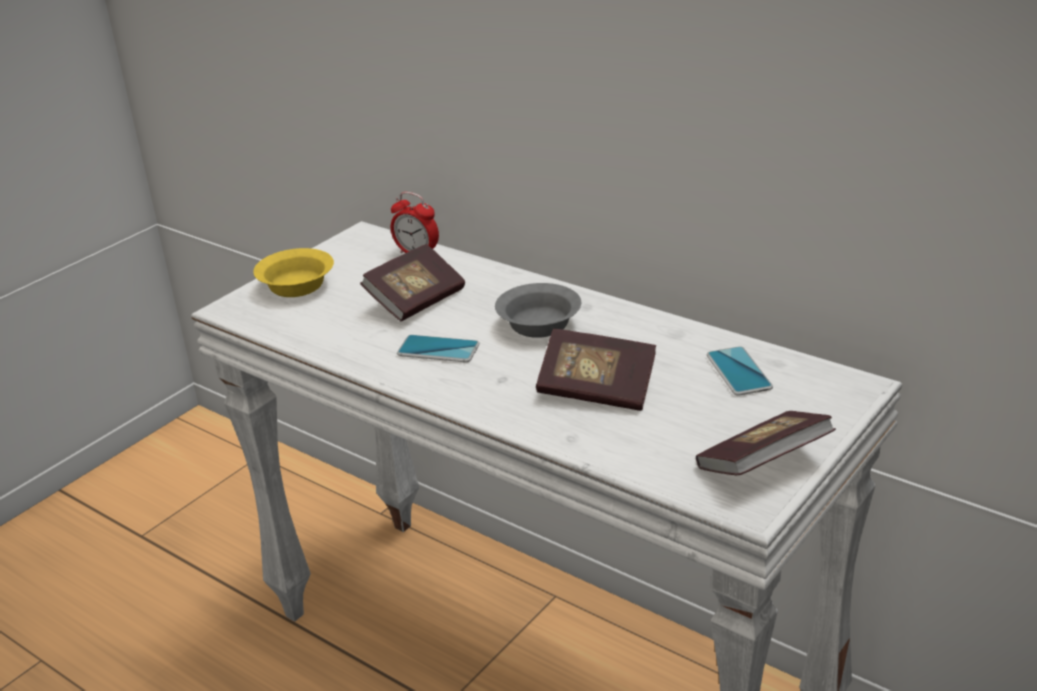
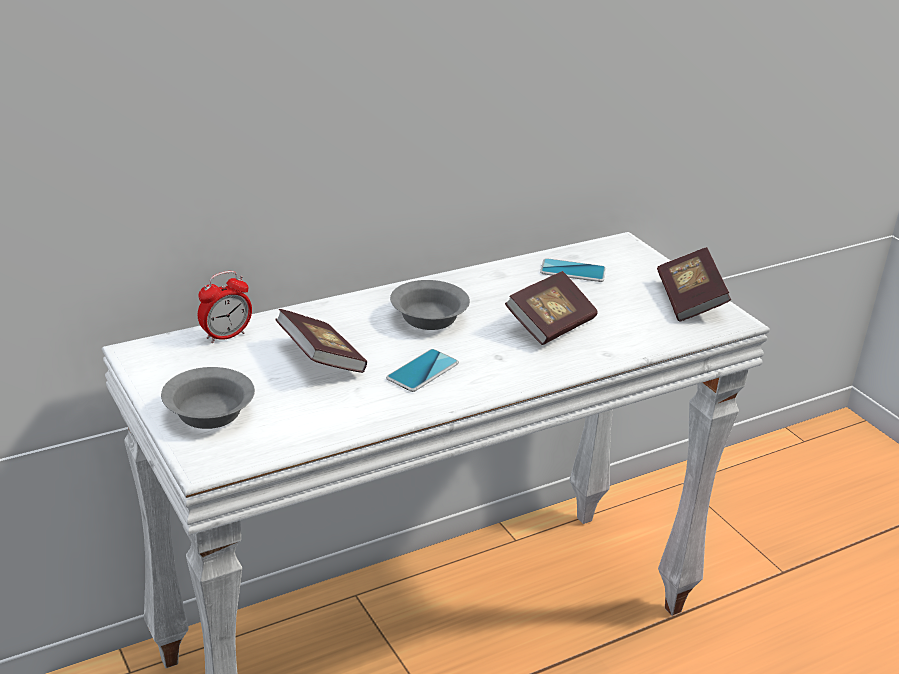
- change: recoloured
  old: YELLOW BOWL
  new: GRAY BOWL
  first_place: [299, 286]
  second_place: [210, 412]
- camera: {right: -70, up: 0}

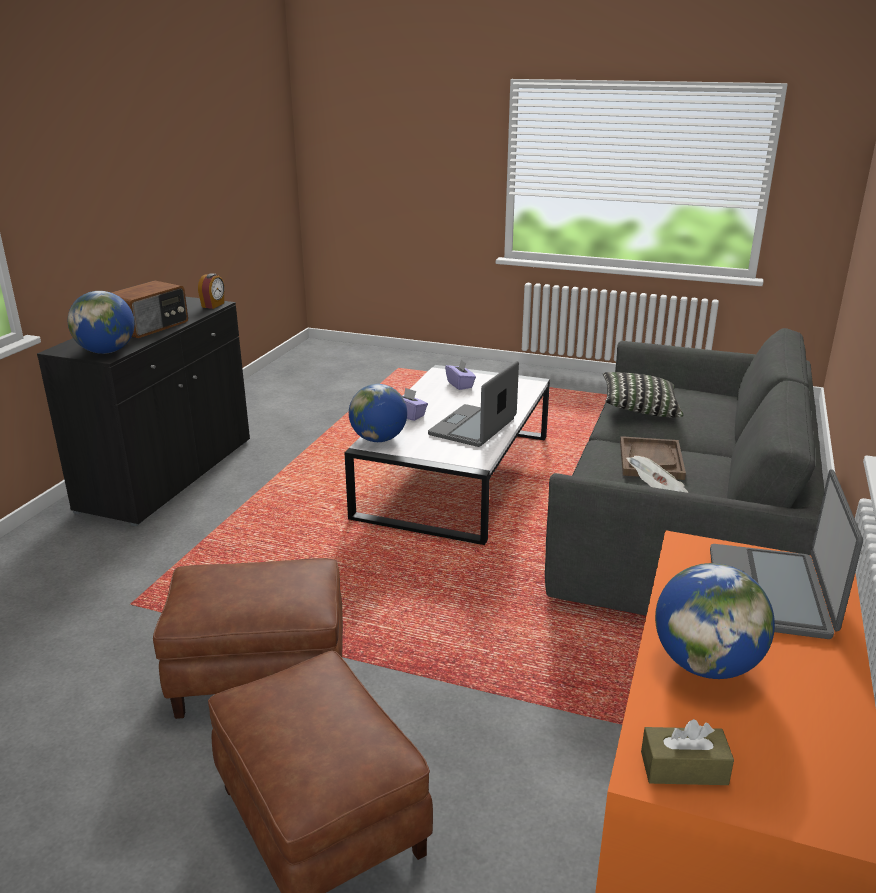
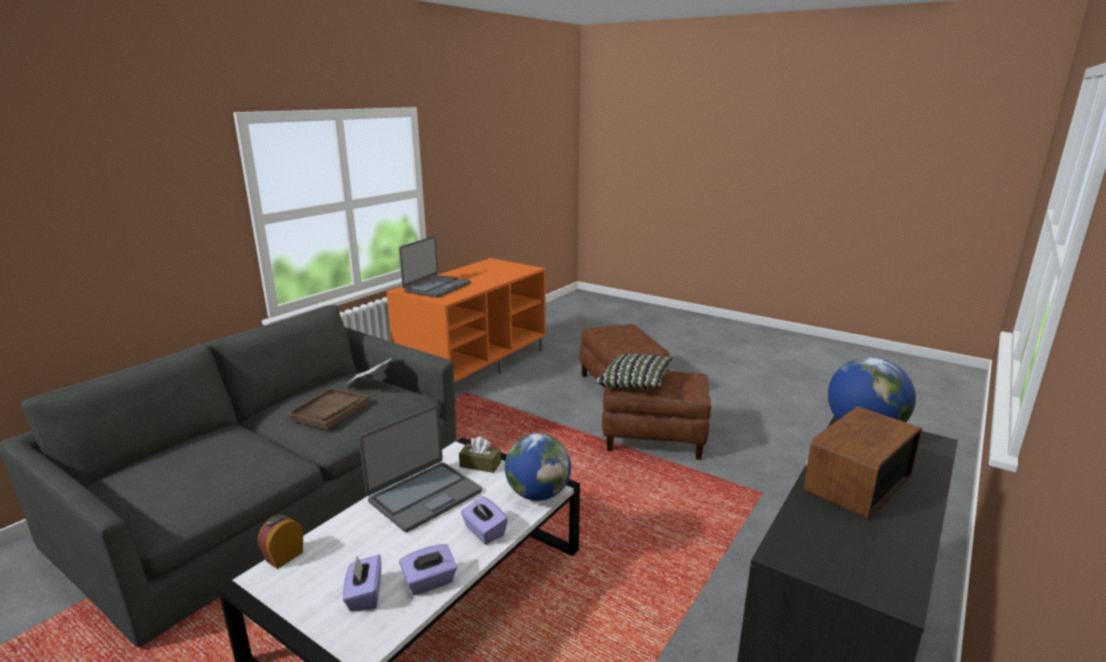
- change: moved
  old: BEDSIDE CLOCK
  first_place: [213, 305]
  second_place: [284, 556]
- change: added
  new: PURPLE-COLOURED TISSUE BOX
  second_place: [429, 582]
- change: moved
  old: BROWNISH TISSUE BOX
  first_place: [684, 768]
  second_place: [480, 464]
- change: moved
  old: CUSHION
  first_place: [639, 409]
  second_place: [635, 383]
- change: removed
  old: WORLD GLOBE
  first_place: [705, 664]
- camera: {right: -165, up: -5}

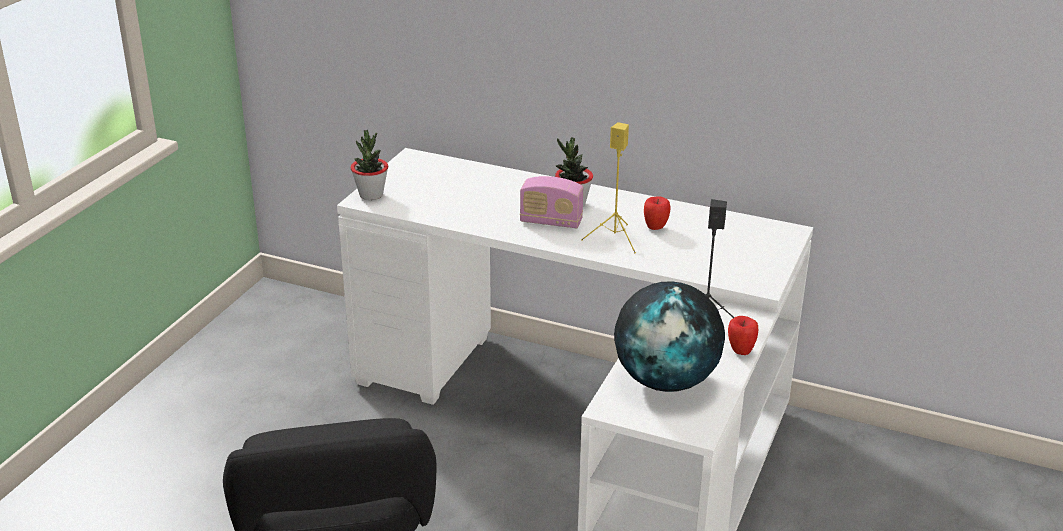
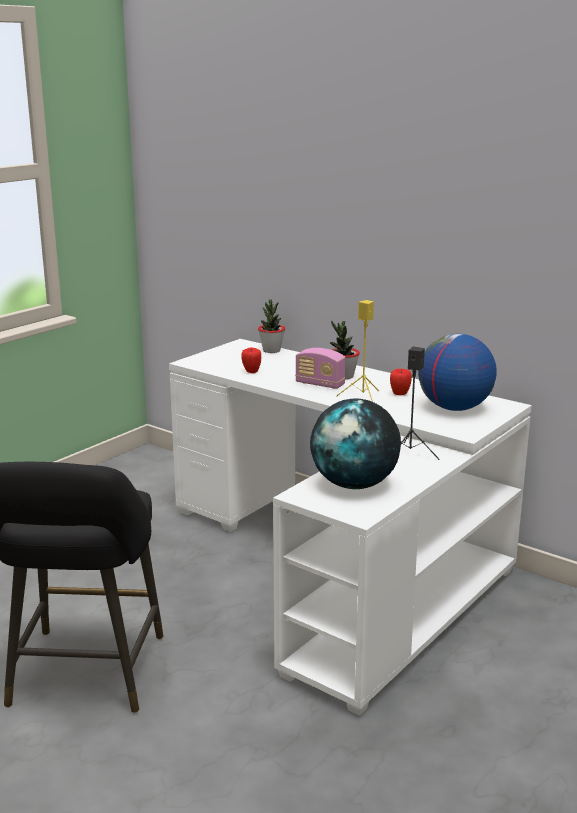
- change: moved
  old: WHOLE APPLE
  first_place: [740, 351]
  second_place: [251, 372]
- change: moved
  old: POTTED PLANT
  first_place: [371, 195]
  second_place: [271, 350]
- change: added
  new: WORLD GLOBE
  second_place: [454, 408]
- camera: {right: 15, up: -10}

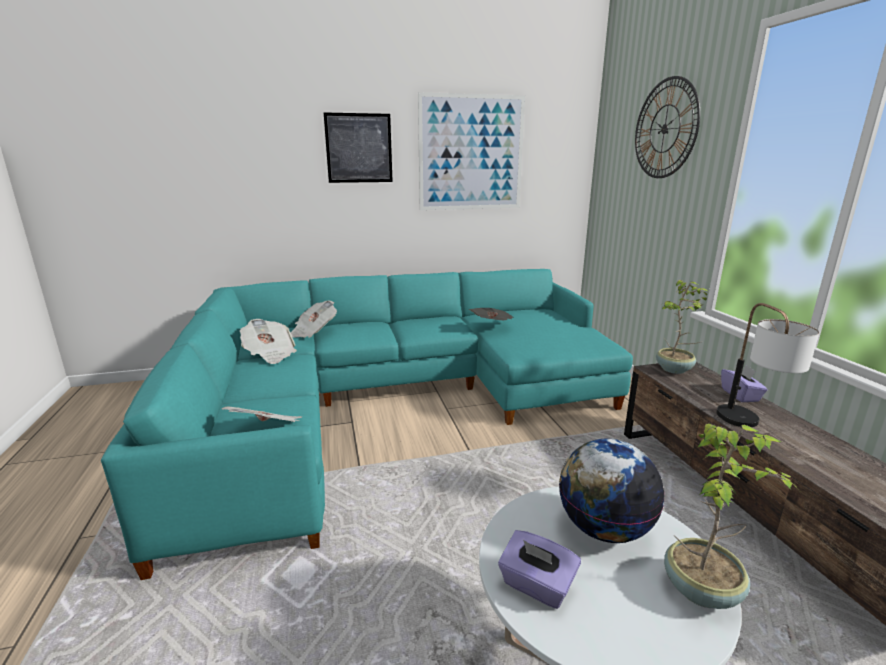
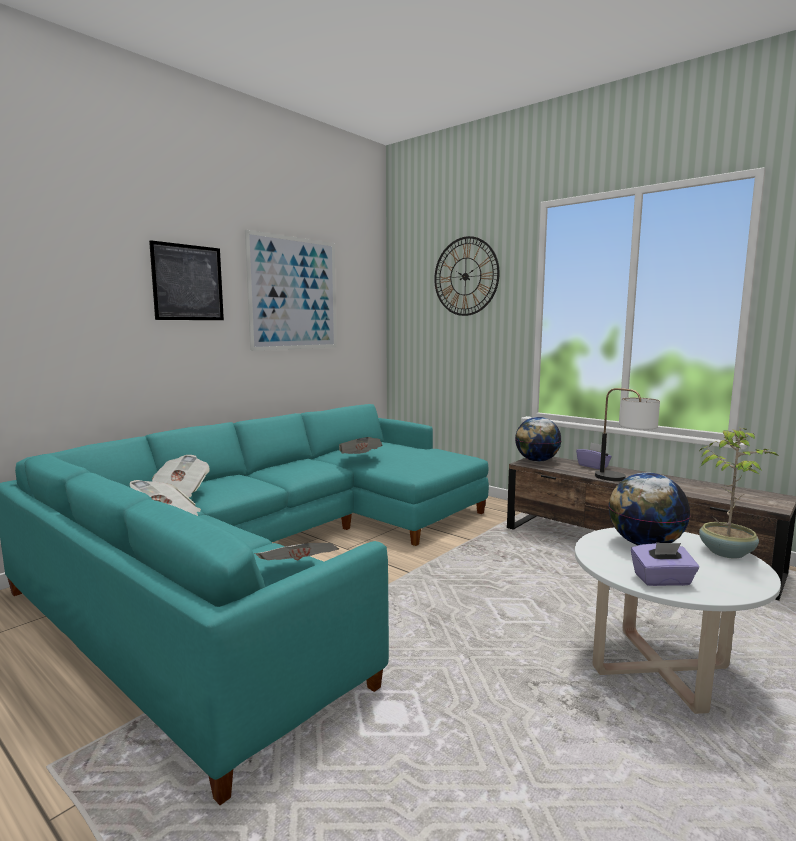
- change: replaced
  old: POTTED PLANT
  new: WORLD GLOBE
  first_place: [674, 369]
  second_place: [536, 461]
- camera: {right: -35, up: -10}

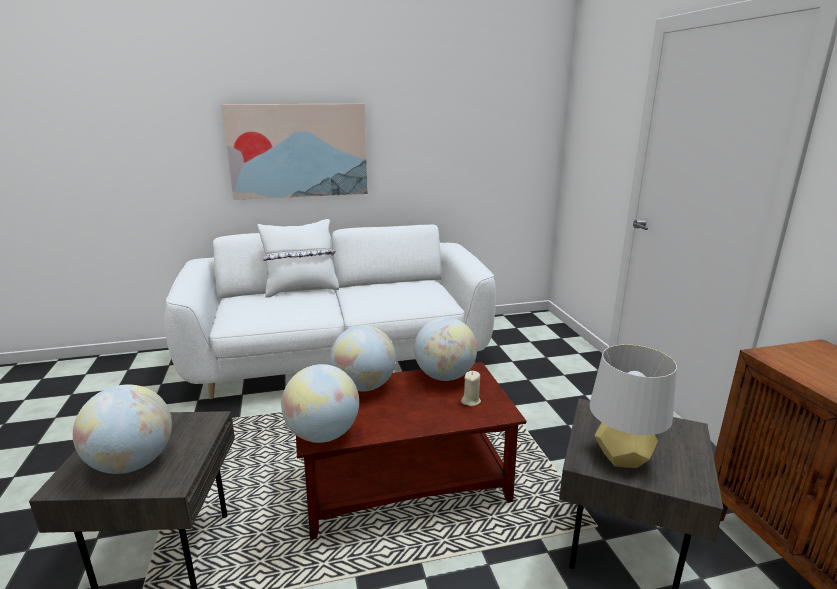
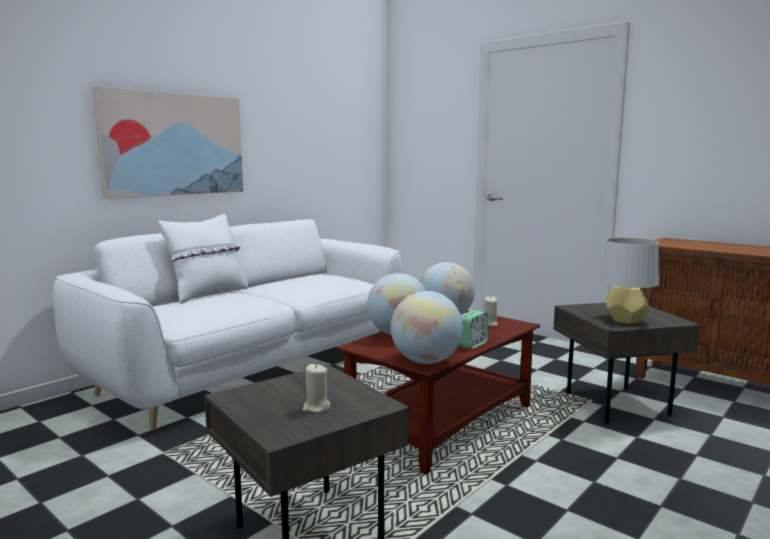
- change: replaced
  old: WORLD GLOBE
  new: BEIGE-COLOURED CANDLE
  first_place: [132, 463]
  second_place: [316, 407]
- change: added
  new: BEDSIDE CLOCK
  second_place: [472, 344]
- camera: {right: -35, up: -10}

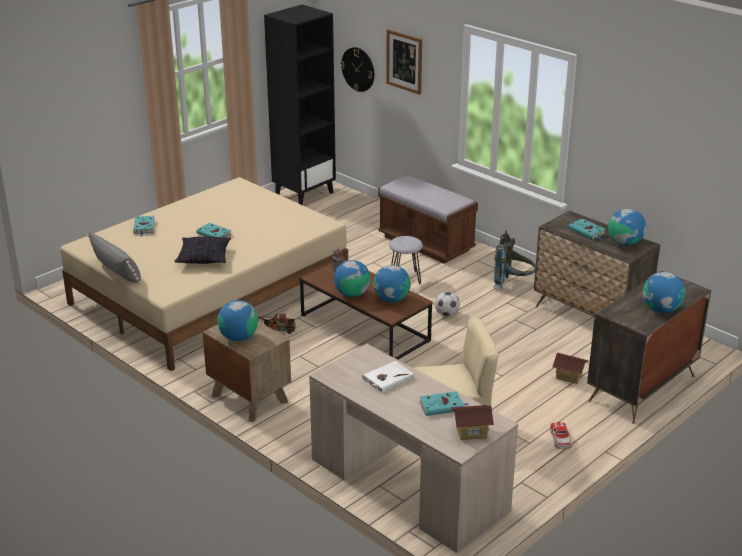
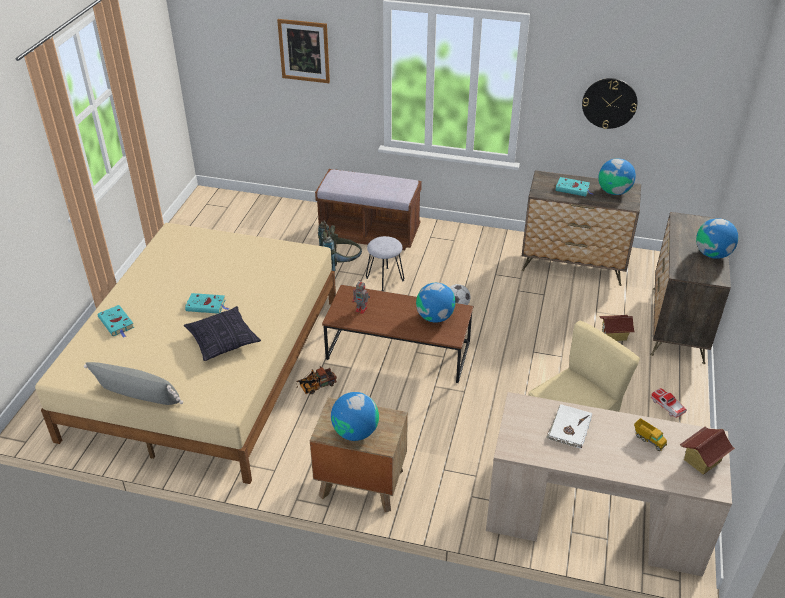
- change: moved
  old: GRAY RUCKSACK
  first_place: [513, 284]
  second_place: [340, 268]
- change: moved
  old: HANGING CLOCK
  first_place: [358, 69]
  second_place: [609, 103]
- change: replaced
  old: TURQUOISE-COLOURED BOUND BOOK
  new: TOY TRUCK
  first_place: [442, 406]
  second_place: [648, 440]
- change: removed
  old: BLACKISH BOOKCASE
  first_place: [304, 194]
- change: removed
  old: WORLD GLOBE
  first_place: [352, 294]
- camera: {right: -30, up: 10}

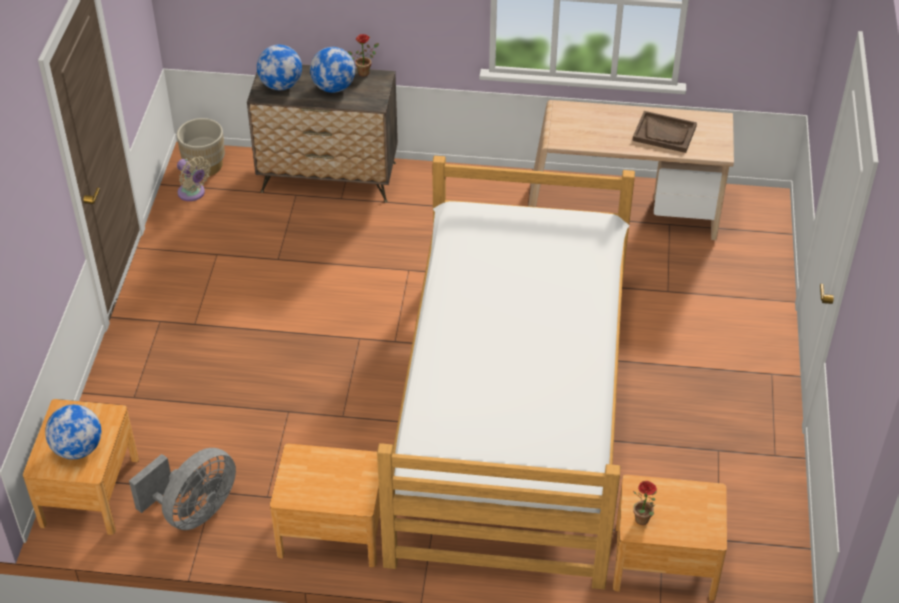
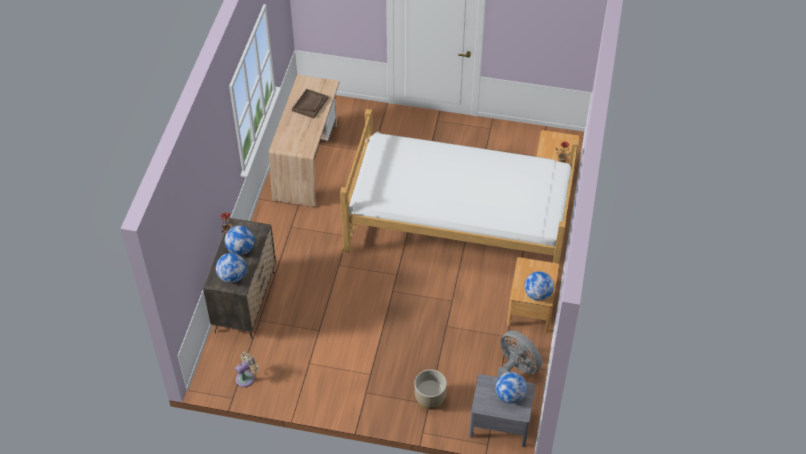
- change: moved
  old: BEIGE-COLOURED FLOWER POT
  first_place: [204, 165]
  second_place: [430, 399]
- change: recoloured
  old: BROWNISH BEDSIDE TABLE
  new: GRAY BEDSIDE TABLE
  first_place: [90, 491]
  second_place: [500, 422]
- change: added
  new: WORLD GLOBE
  second_place: [537, 294]
- camera: {right: -85, up: 5}

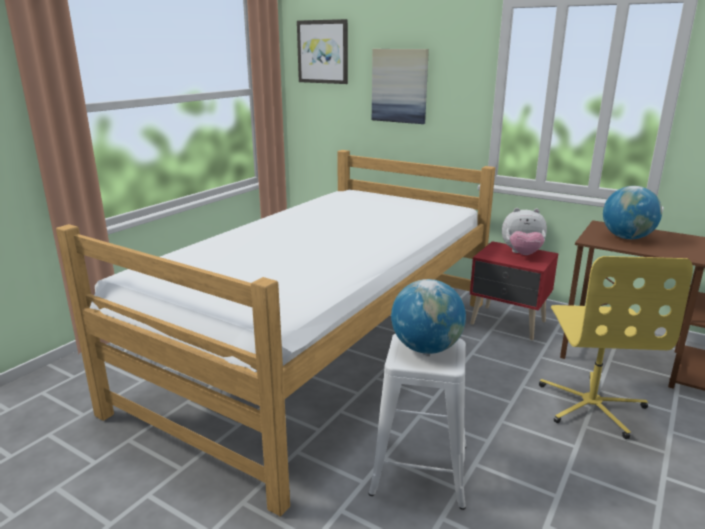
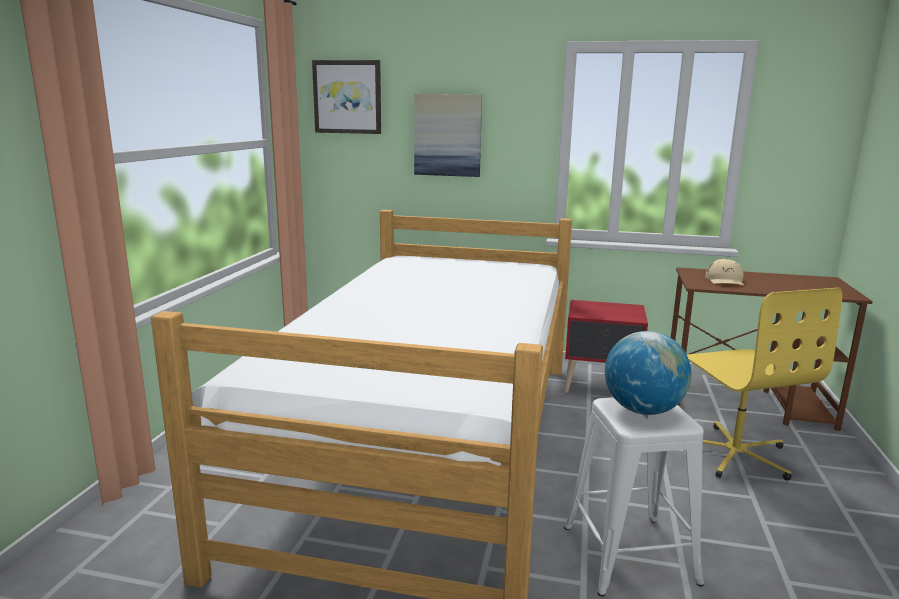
- change: replaced
  old: WORLD GLOBE
  new: BEIGE-COLOURED BASEBALL CAP
  first_place: [627, 238]
  second_place: [725, 280]
- change: removed
  old: CUDDLY TOY
  first_place: [522, 254]
- camera: {right: -20, up: -5}

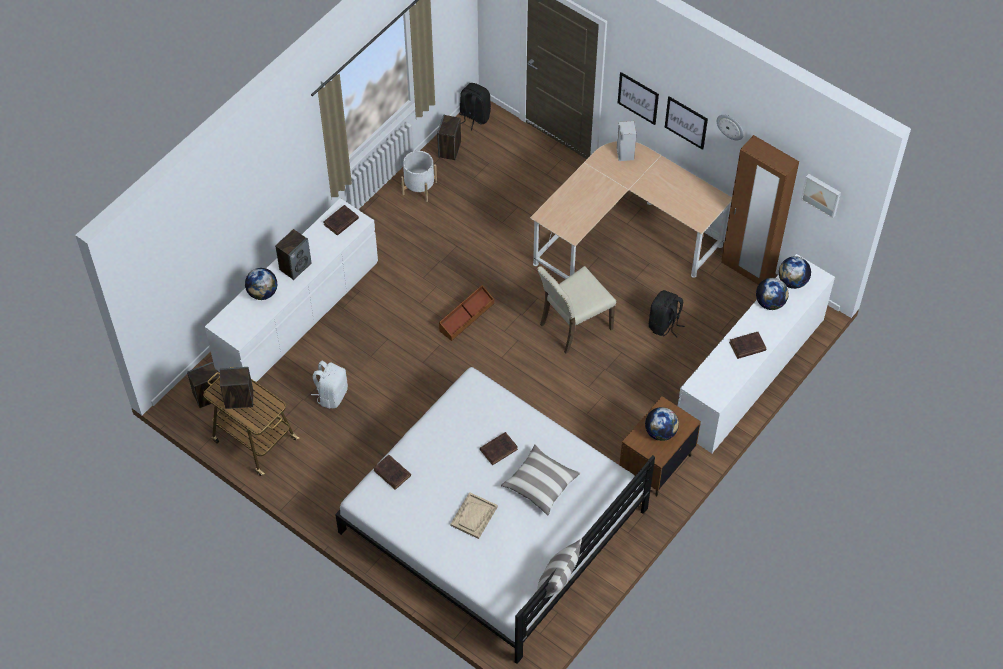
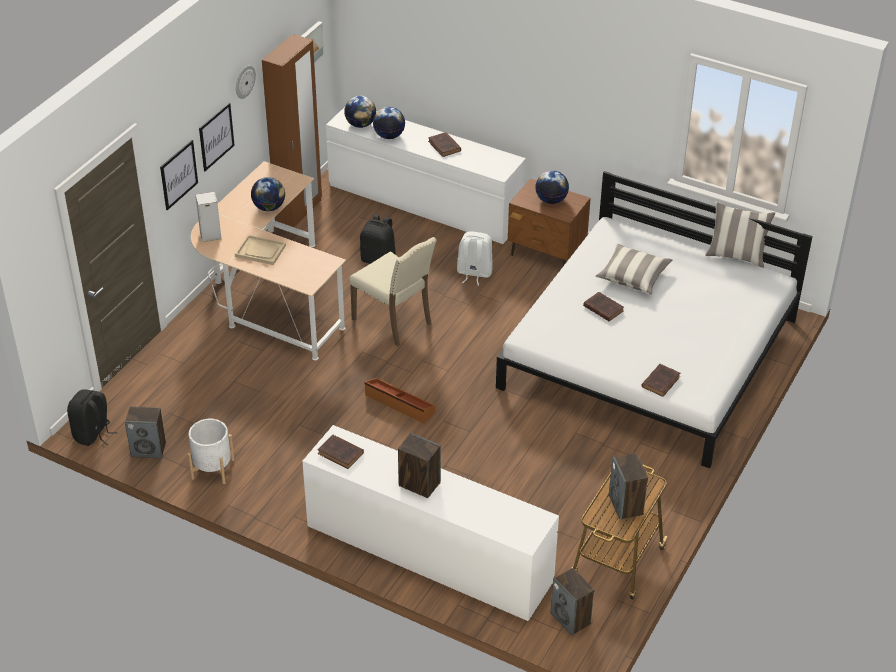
- change: moved
  old: BEIGE-COLOURED CARRYING TRAY
  first_place: [474, 516]
  second_place: [260, 251]
- change: moved
  old: WORLD GLOBE
  first_place: [262, 293]
  second_place: [269, 208]
- change: moved
  old: WHITE RUCKSACK
  first_place: [331, 395]
  second_place: [474, 273]
- camera: {right: -100, up: -15}

